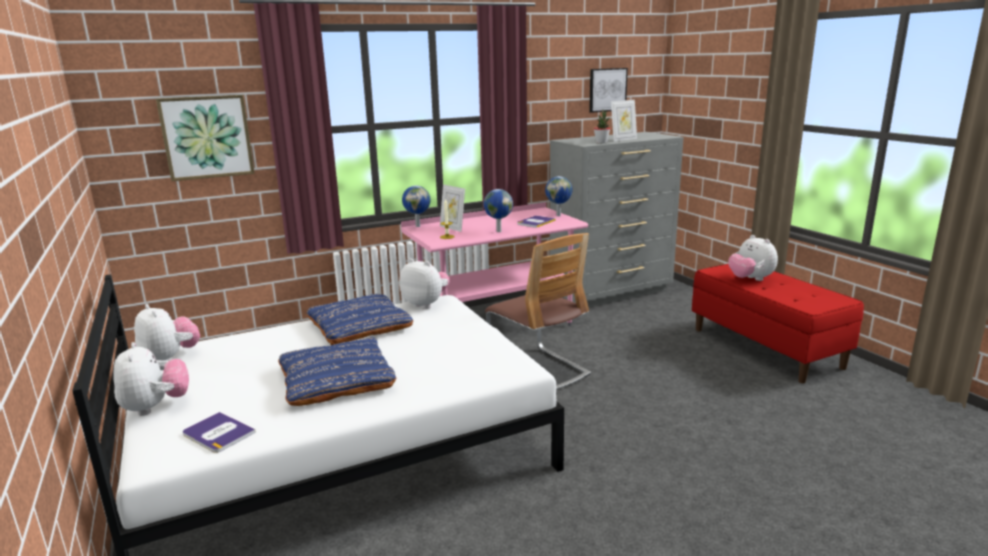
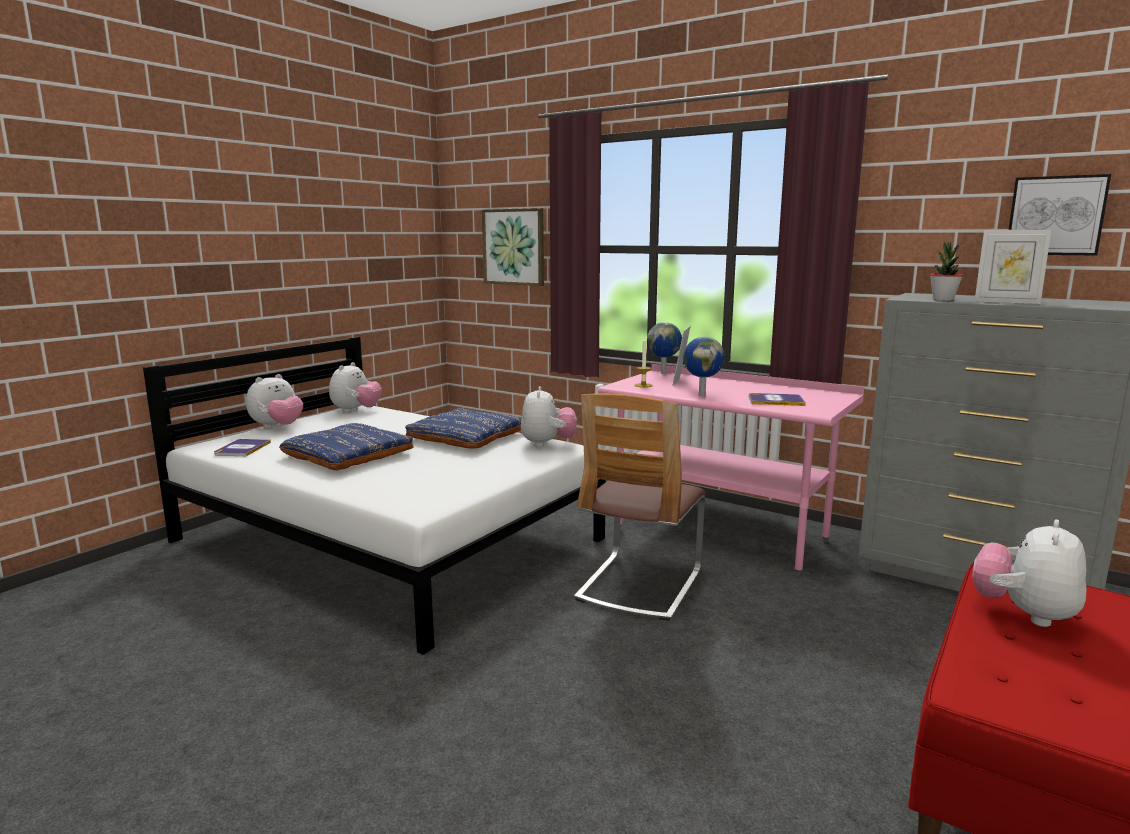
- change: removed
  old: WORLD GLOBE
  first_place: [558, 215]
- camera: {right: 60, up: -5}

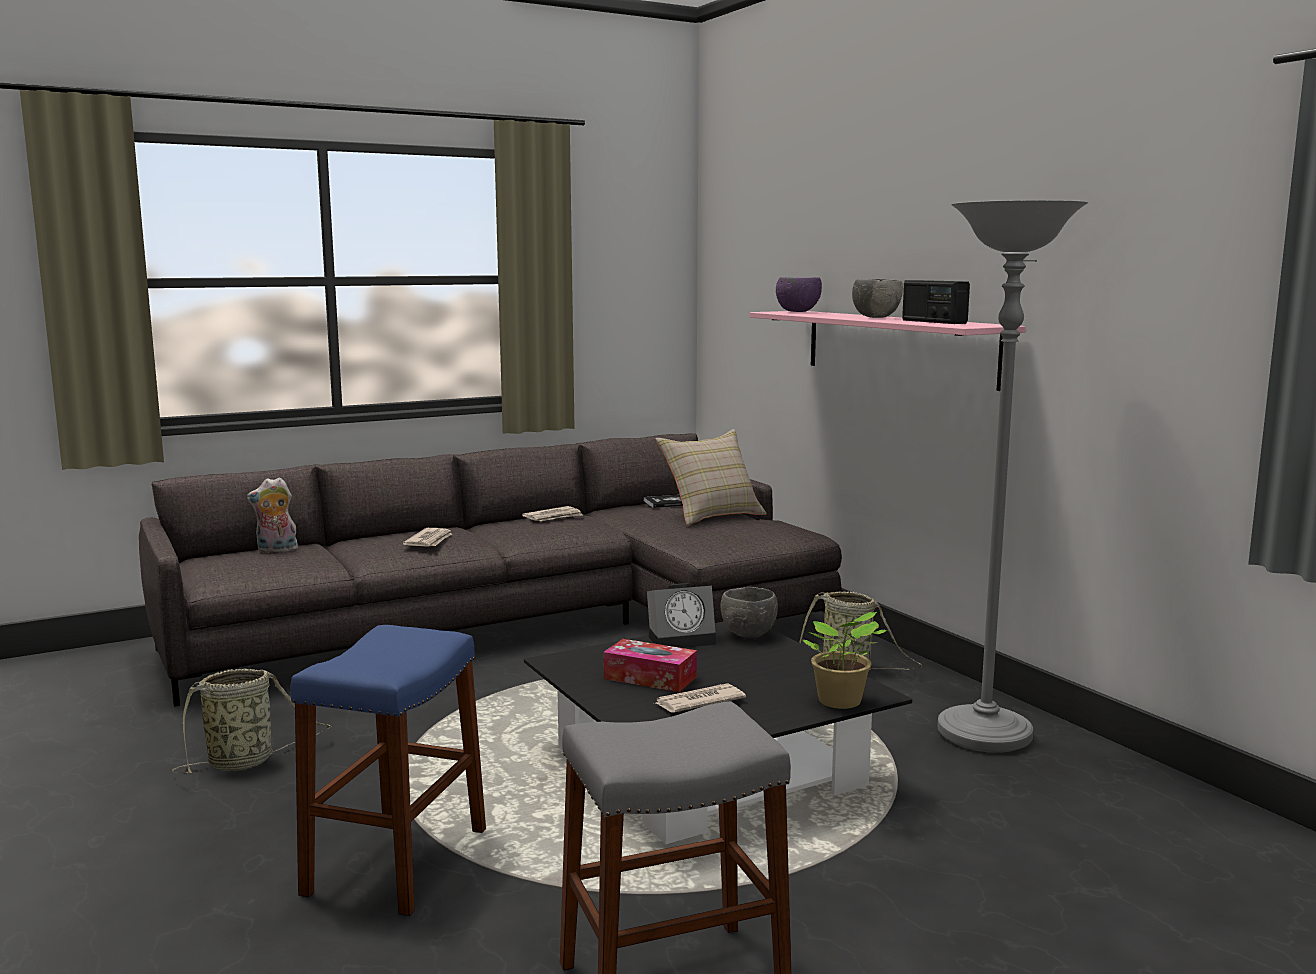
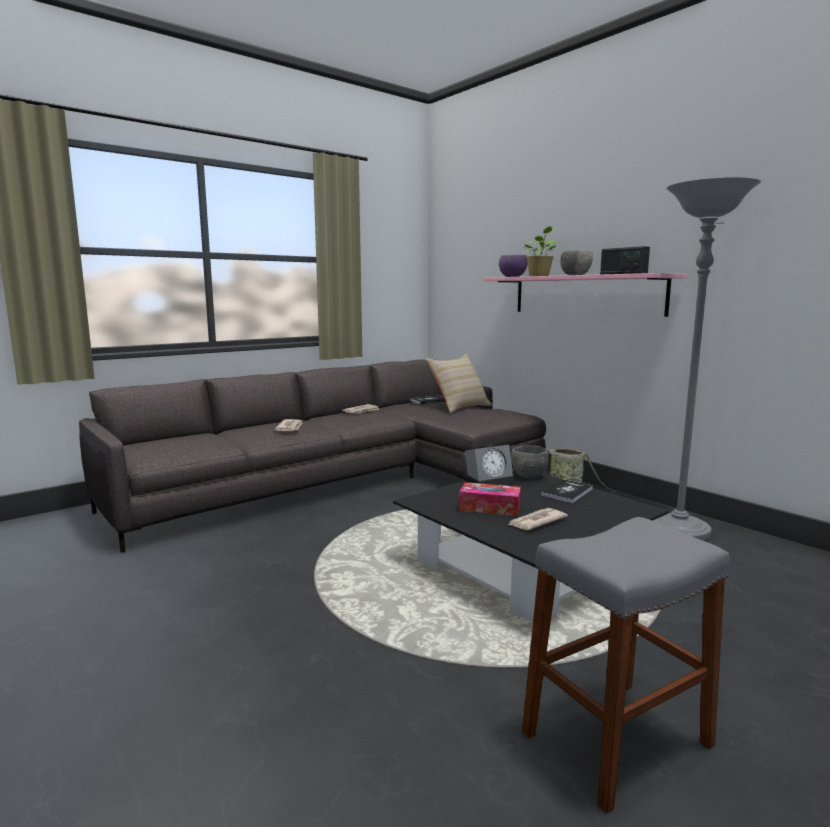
- change: moved
  old: POTTED PLANT
  first_place: [840, 702]
  second_place: [539, 276]
- change: added
  new: BOUND BOOK
  second_place: [567, 492]
- change: removed
  old: STORAGE BASKET
  first_place: [245, 762]
- change: removed
  old: CUDDLY TOY
  first_place: [276, 551]
- change: removed
  old: BLUE-COLOURED STOOL SEAT
  first_place: [397, 862]
- camera: {right: -10, up: 0}

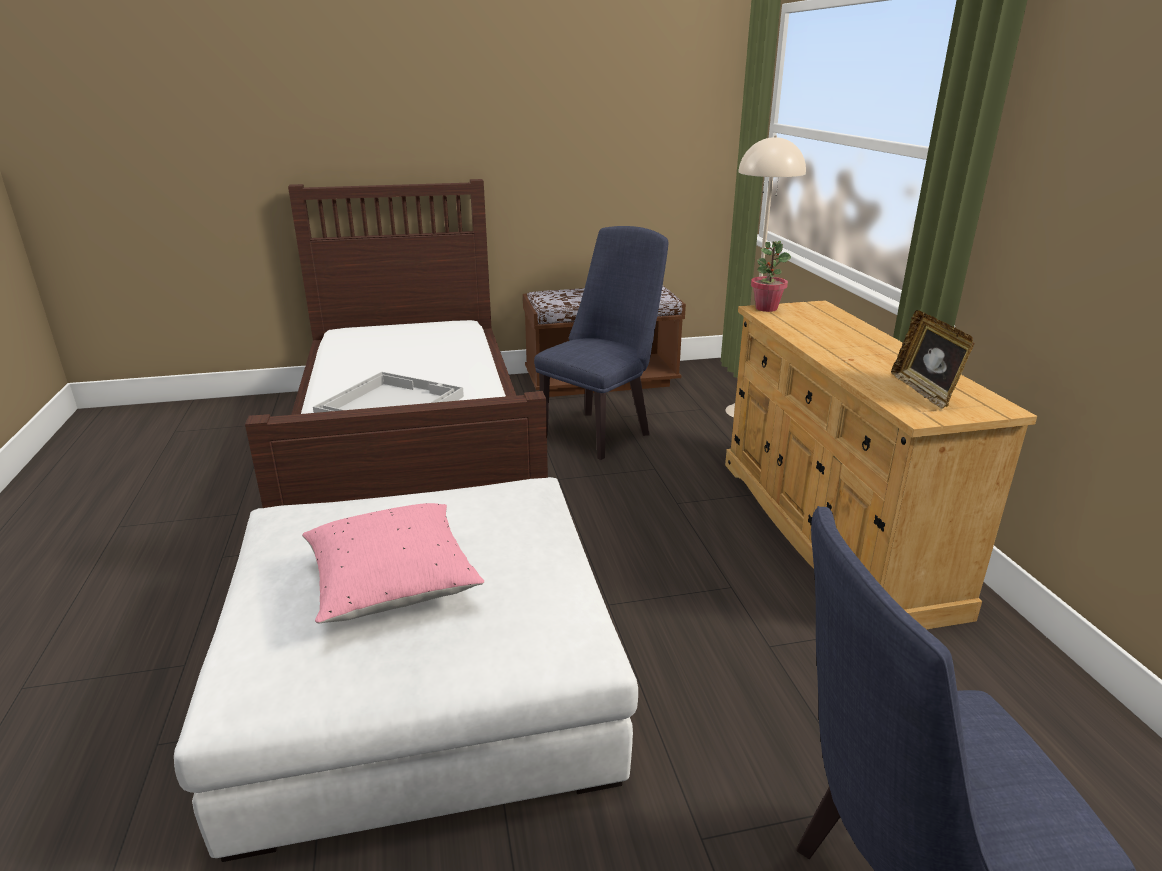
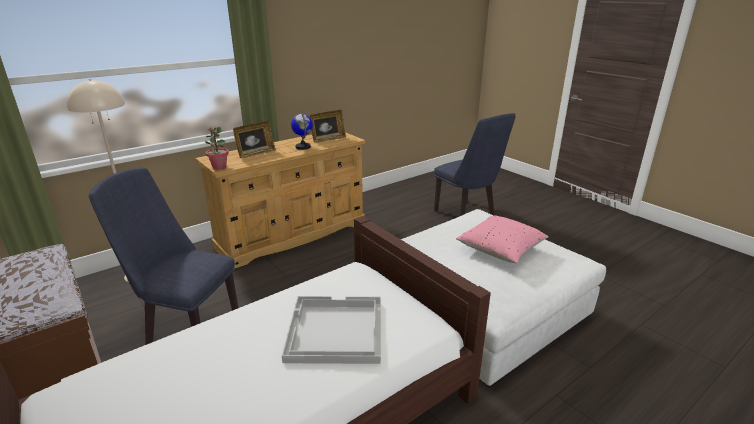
- change: added
  new: STANDING FRAME
  second_place: [256, 153]
- change: added
  new: WORLD GLOBE
  second_place: [303, 147]
- camera: {right: -115, up: 0}

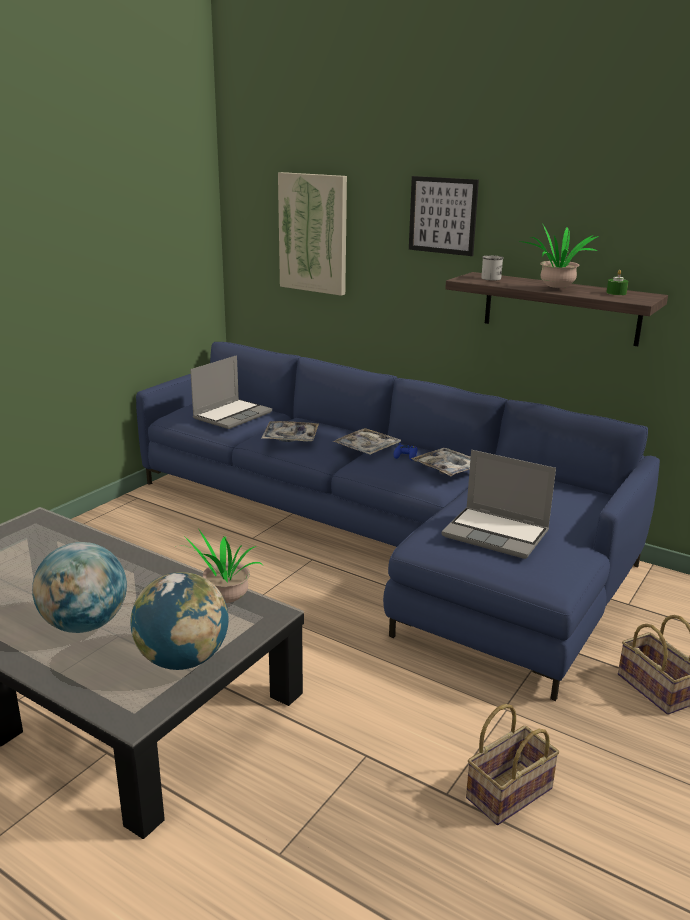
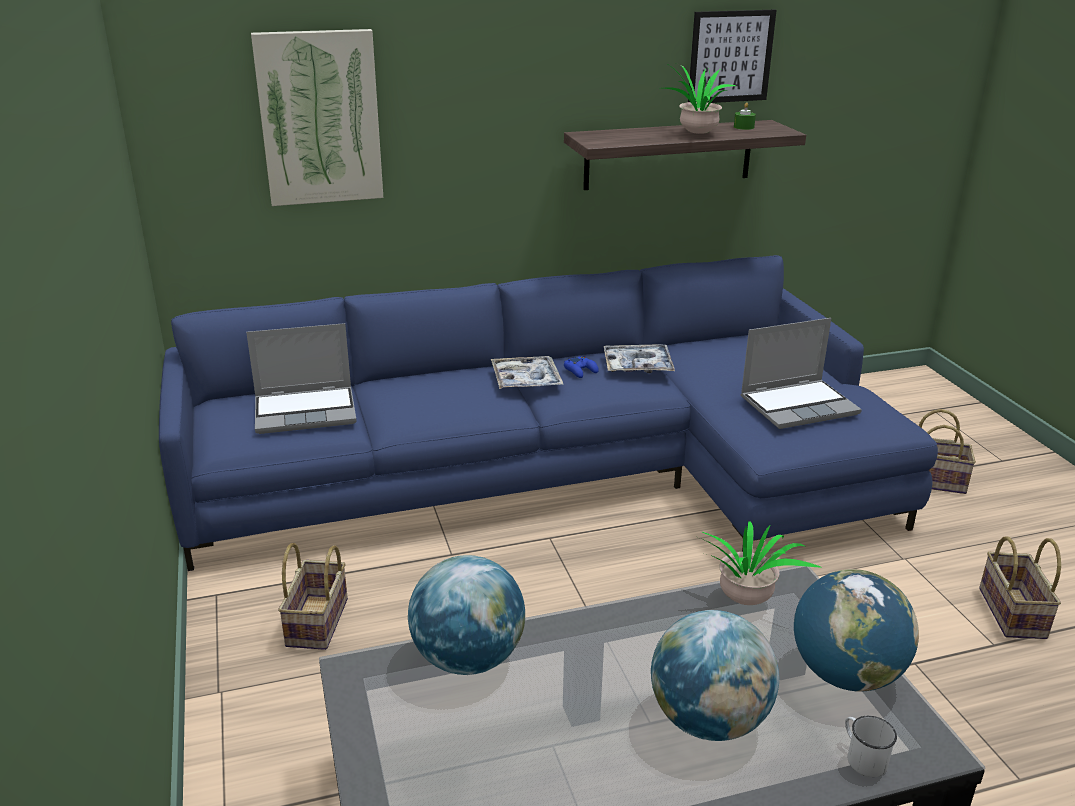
- change: turned
  old: PORTABLE COMPUTER
  first_place: [232, 415]
  second_place: [307, 411]
  degrees: 90
- change: added
  new: STORAGE BASKET
  second_place: [318, 624]
- change: added
  new: WORLD GLOBE
  second_place: [468, 658]
- change: moved
  old: WALL PICTURE
  first_place: [443, 215]
  second_place: [730, 56]
- change: moved
  old: WHITE COFFEE MUG
  first_place: [491, 278]
  second_place: [862, 757]
- change: removed
  old: CARRYING TRAY
  first_place: [290, 437]
- camera: {right: -50, up: 5}

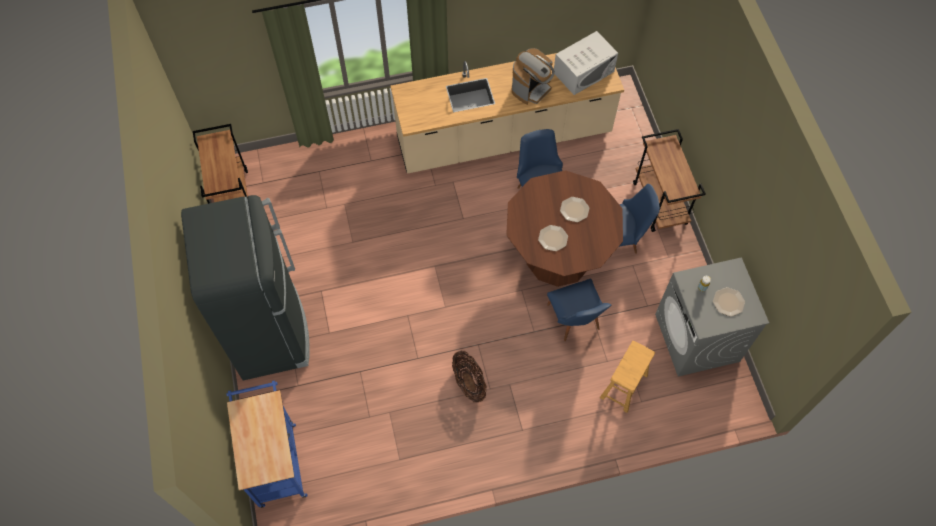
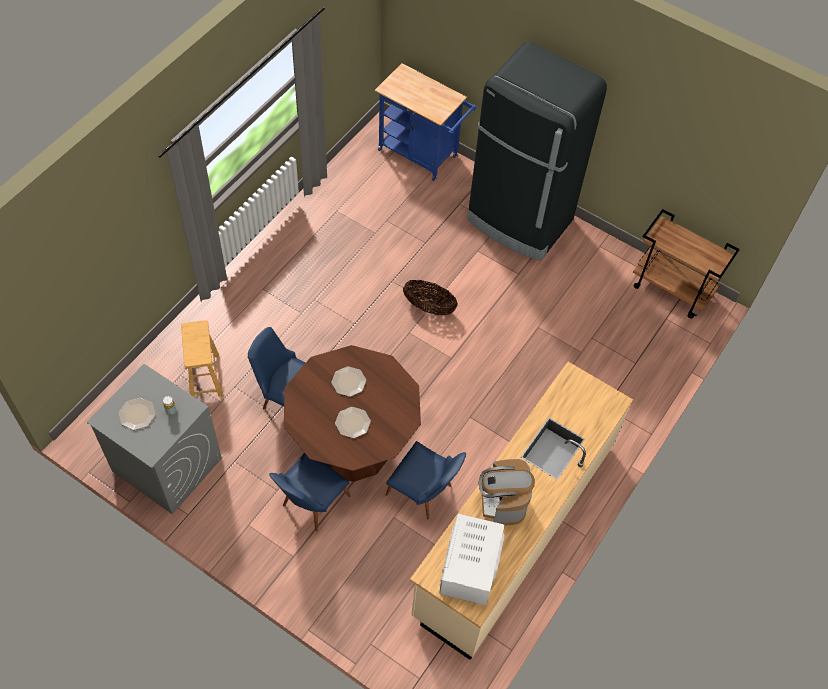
- change: moved
  old: STORAGE BASKET
  first_place: [469, 382]
  second_place: [429, 307]
- change: removed
  old: BROWNISH CART
  first_place: [660, 203]
- camera: {right: 135, up: -5}

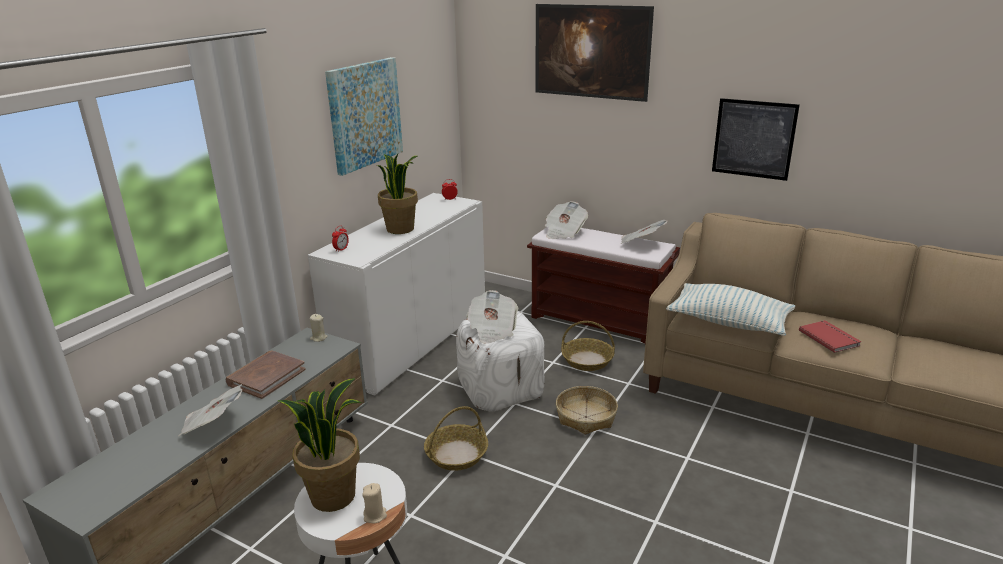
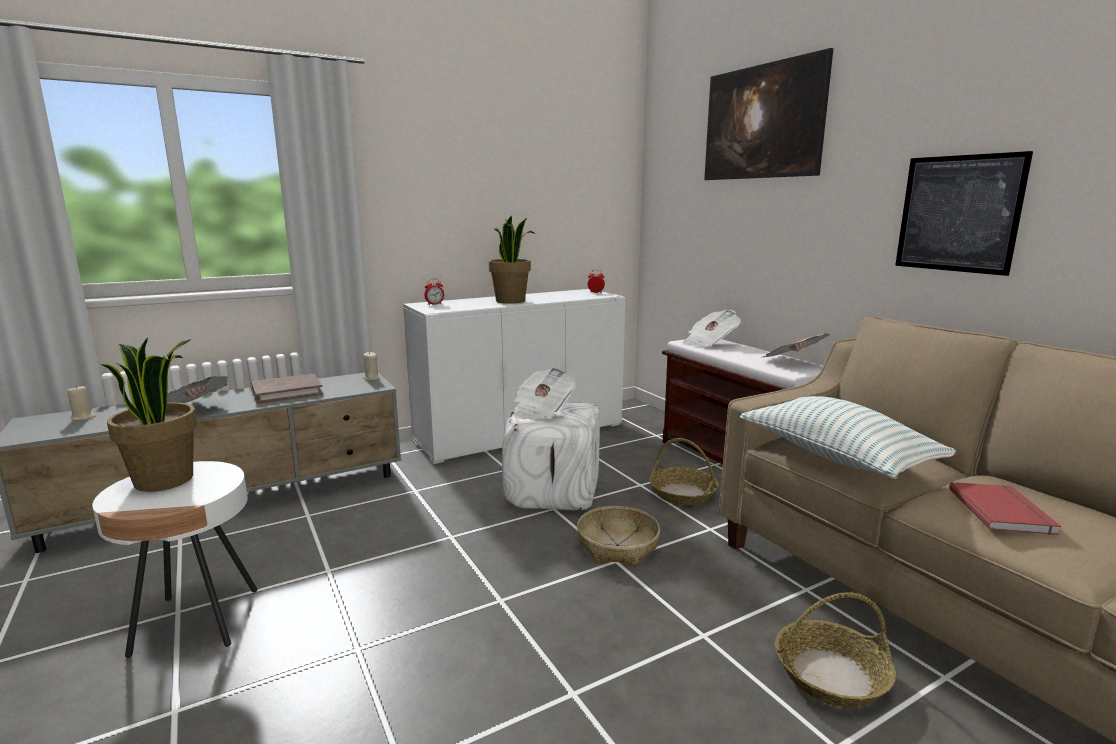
- change: moved
  old: BEIGE-COLOURED CANDLE
  first_place: [375, 515]
  second_place: [83, 417]
- change: moved
  old: STORAGE BASKET
  first_place: [456, 454]
  second_place: [831, 675]
- change: removed
  old: WALL PICTURE
  first_place: [364, 114]
- camera: {right: 30, up: -10}

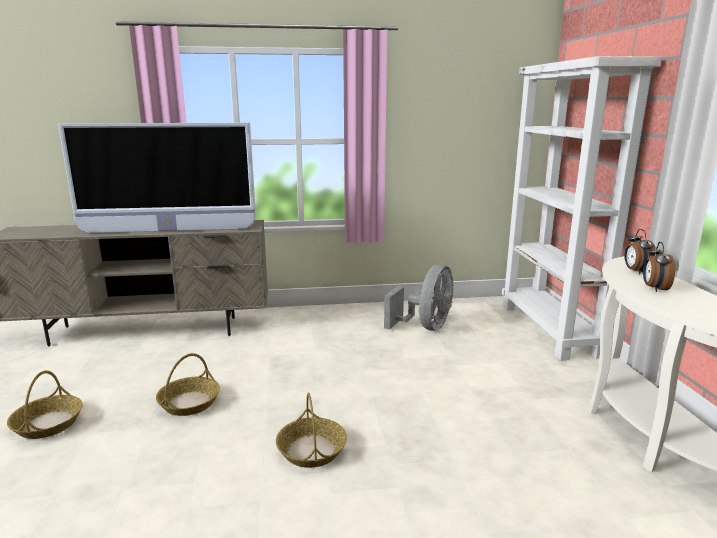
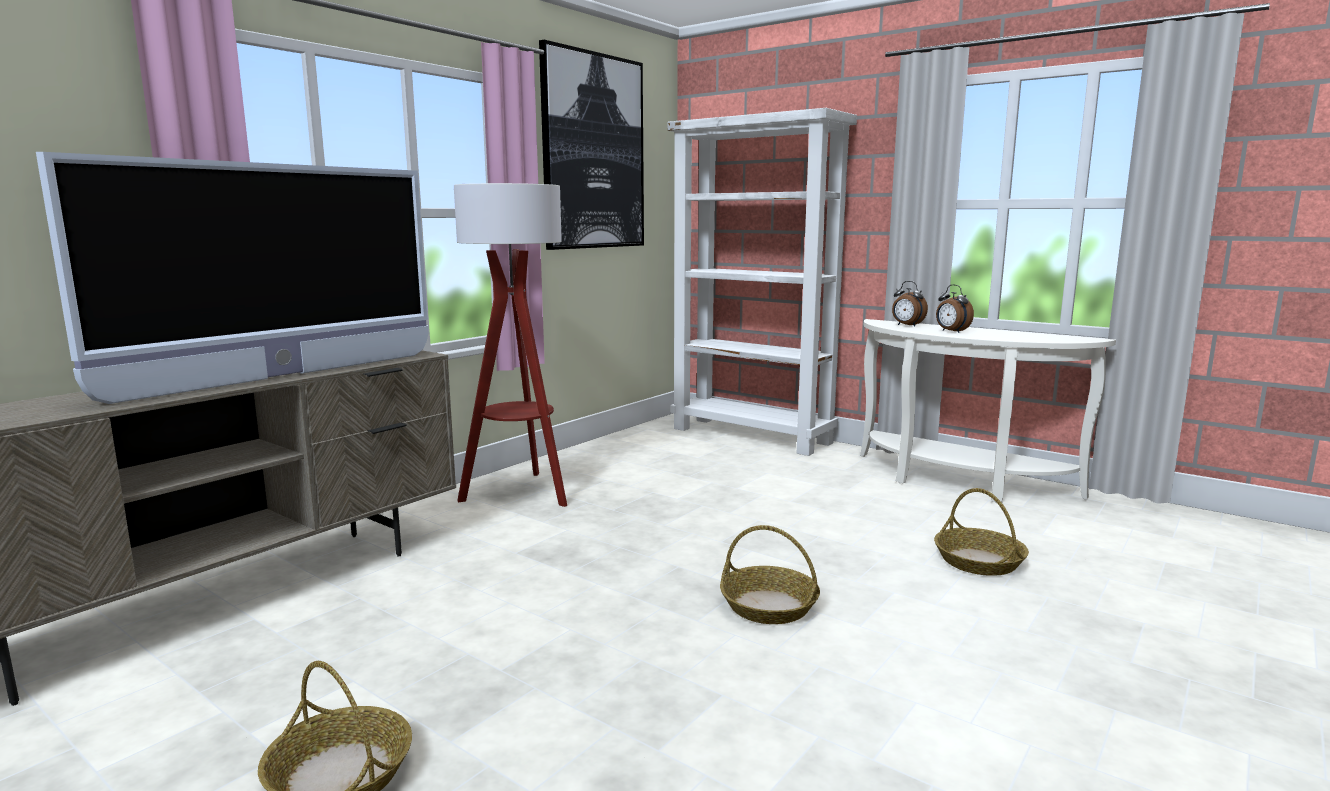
- change: added
  new: FLOOR LAMP
  second_place: [520, 493]
- change: added
  new: WALL PICTURE
  second_place: [593, 152]
- change: moved
  old: STORAGE BASKET
  first_place: [189, 403]
  second_place: [979, 561]
- change: removed
  old: GRAY ELECTRIC FAN
  first_place: [426, 327]
- camera: {right: -45, up: -5}

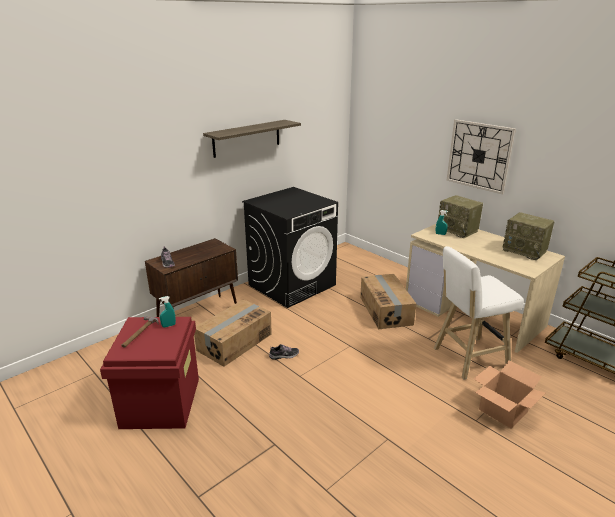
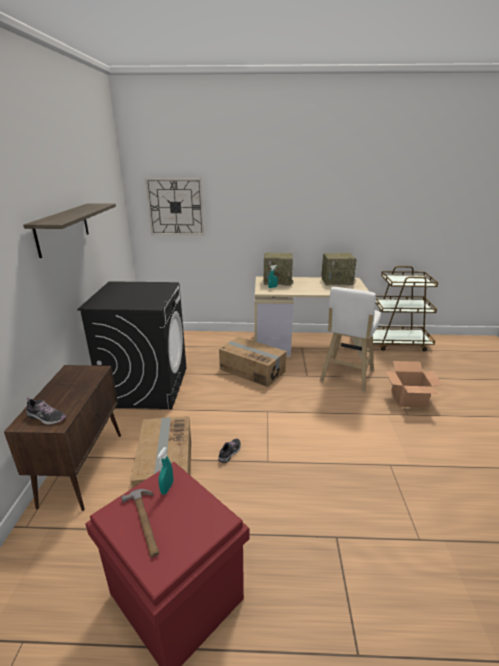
- change: moved
  old: HANGING CLOCK
  first_place: [479, 156]
  second_place: [175, 207]
- camera: {right: -45, up: 0}

